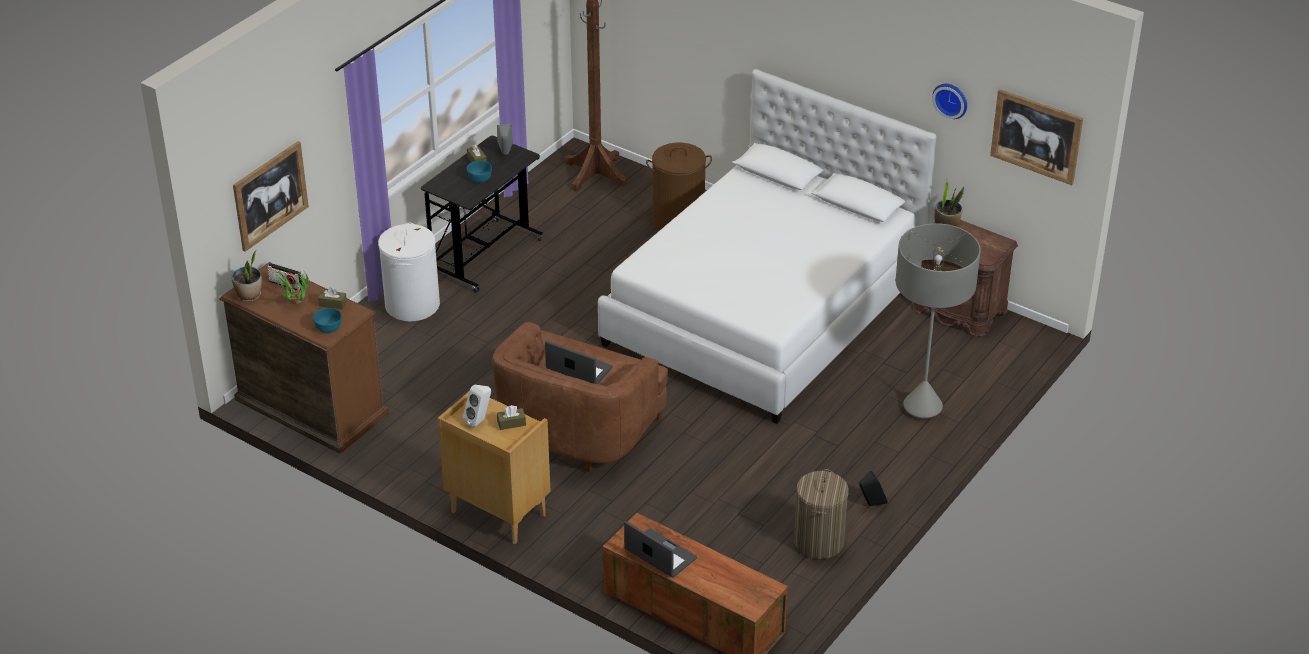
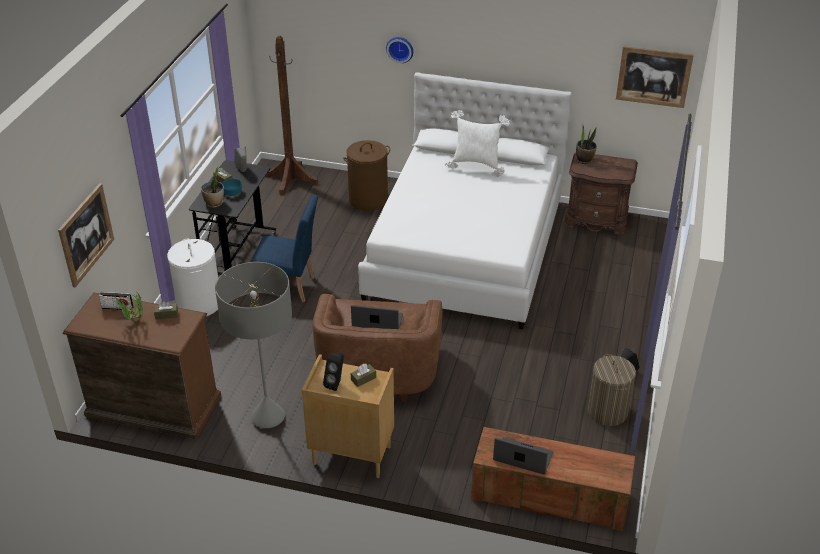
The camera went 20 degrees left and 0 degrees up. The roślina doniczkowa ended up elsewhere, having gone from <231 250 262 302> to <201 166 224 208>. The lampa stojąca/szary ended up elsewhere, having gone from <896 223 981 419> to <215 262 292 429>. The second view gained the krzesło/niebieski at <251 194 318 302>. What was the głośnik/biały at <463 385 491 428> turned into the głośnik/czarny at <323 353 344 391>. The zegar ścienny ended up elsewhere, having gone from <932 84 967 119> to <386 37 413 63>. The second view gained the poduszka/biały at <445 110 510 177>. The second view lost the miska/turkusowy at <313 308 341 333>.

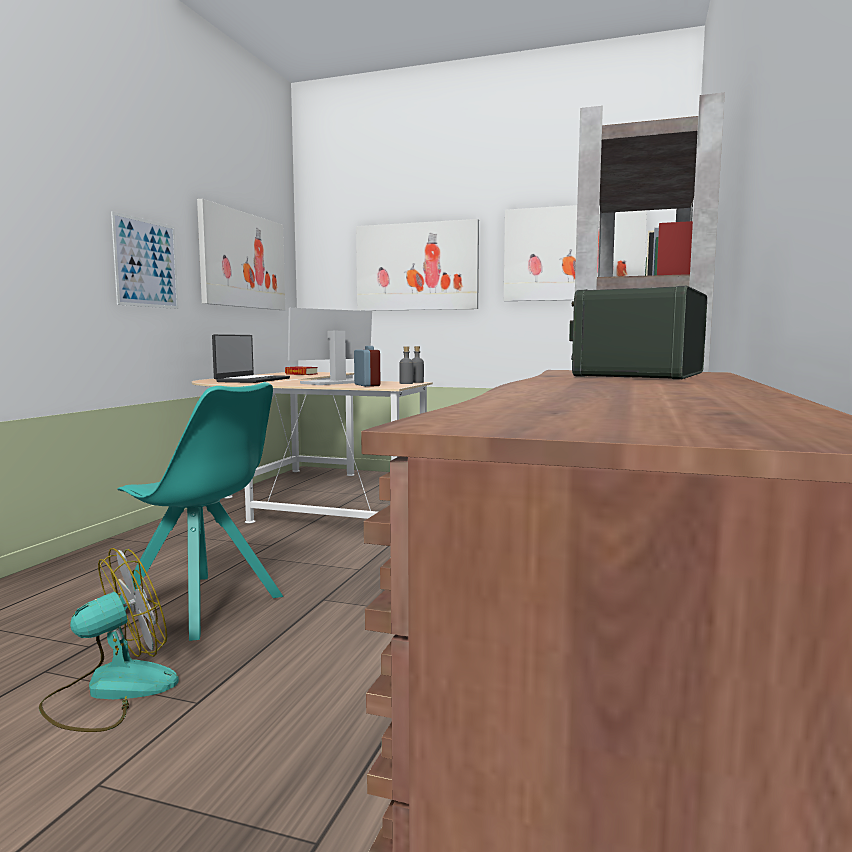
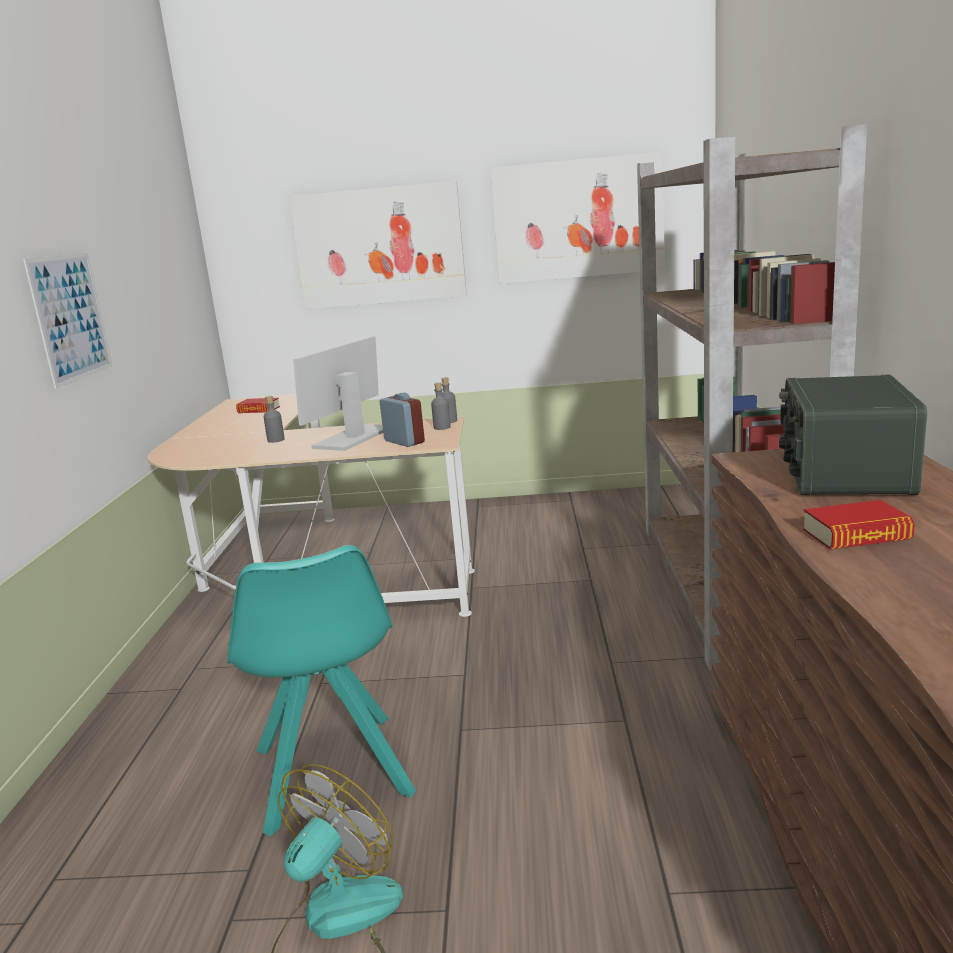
The camera went 15 degrees left and 10 degrees up. The krzesło/turkusowy at <117 382 284 641> ended up facing another way, 60 degrees clockwise from before. The second view gained the butelka/szary at <264 396 285 443>. The second view gained the książka at <803 500 915 549>. The second view lost the obraz at <197 199 285 310>. The second view lost the laptop at <212 334 290 383>.

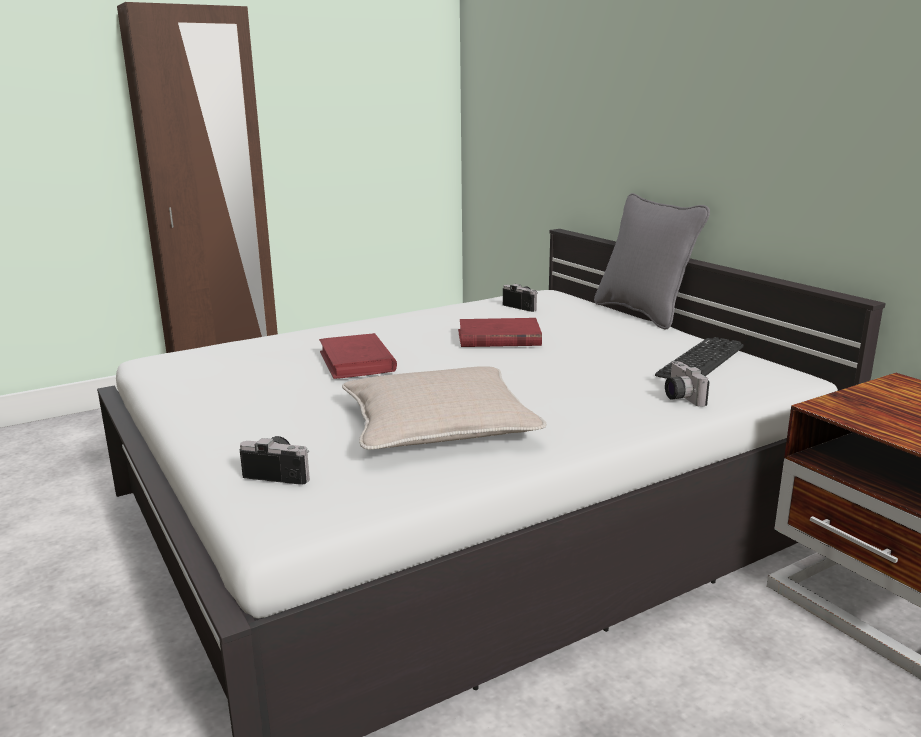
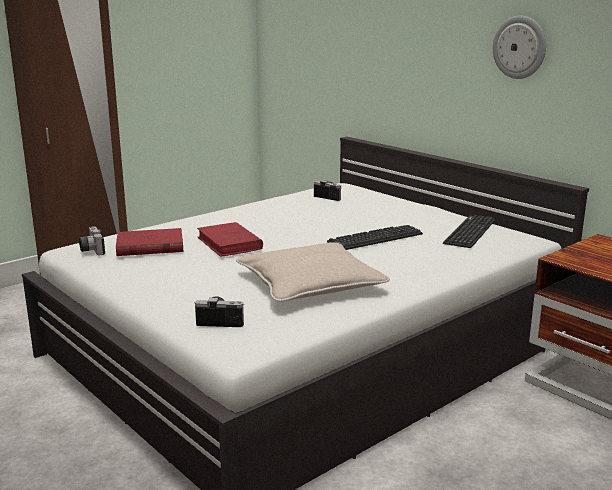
The camera went 10 degrees left and 0 degrees up. The aparat fotograficzny ended up elsewhere, having gone from <665 361 710 407> to <79 226 105 255>. The książka/czerwony ended up elsewhere, having gone from <458 318 542 347> to <116 228 183 256>. The second view gained the klawiatura at <327 225 423 250>. The second view gained the zegar ścienny at <493 16 546 79>. The second view lost the poduszka/szary at <594 193 710 329>.

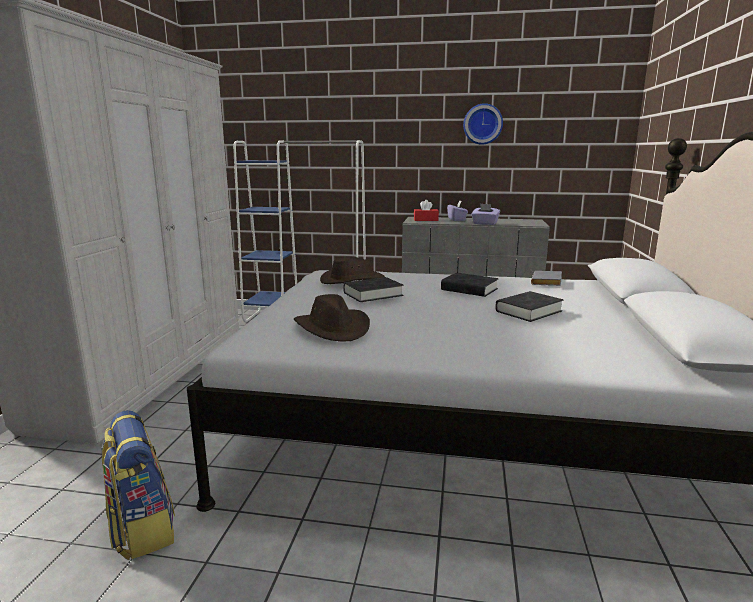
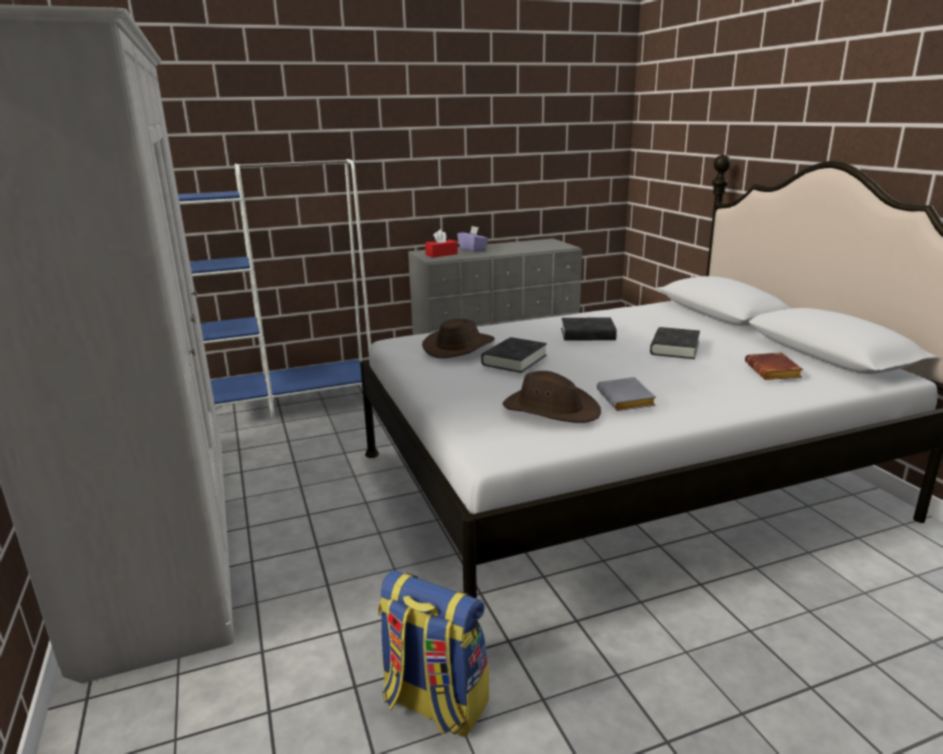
The camera went 30 degrees left and 5 degrees up. The książka/szary ended up elsewhere, having gone from <531 271 562 286> to <597 377 656 411>. The second view gained the książka/brązowy at <745 352 803 380>. The second view lost the zegar ścienny at <463 103 503 145>. The second view lost the pudełko chusteczek/fioletowy at <471 204 500 225>.

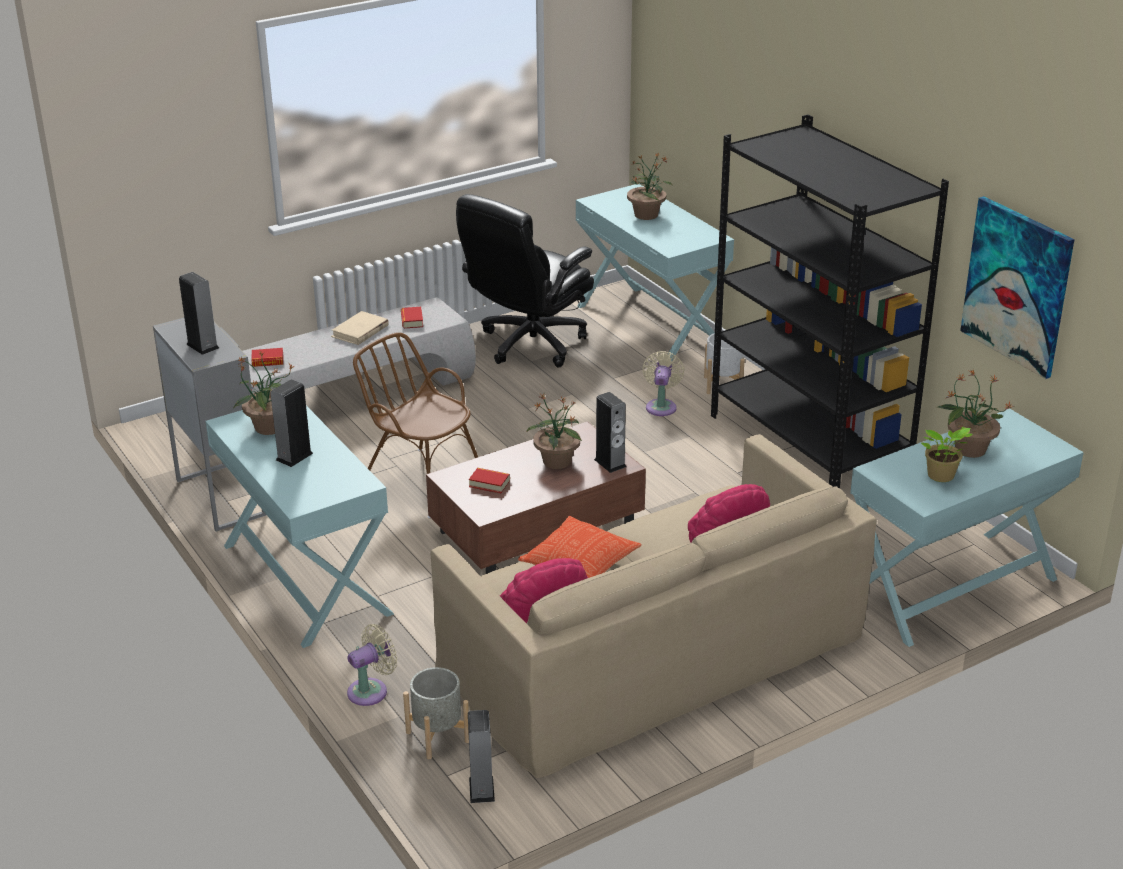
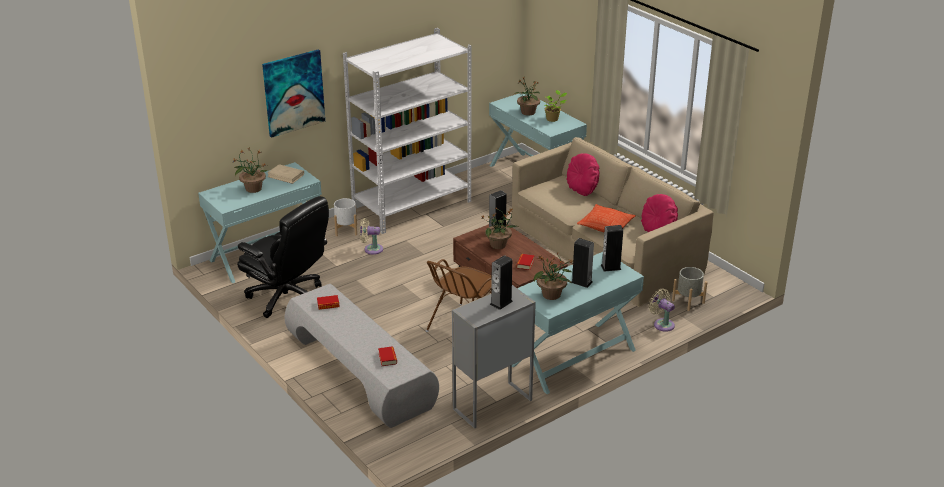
The camera went 95 degrees left and 0 degrees up. The obraz ended up elsewhere, having gone from <960 196 1074 379> to <262 49 325 138>. The książka/beżowy ended up elsewhere, having gone from <331 311 389 345> to <267 164 304 184>. What was the regał/czarny at <711 114 949 488> turned into the regał/biały at <343 28 471 234>. The głośnik ended up elsewhere, having gone from <468 710 495 803> to <601 225 623 272>.

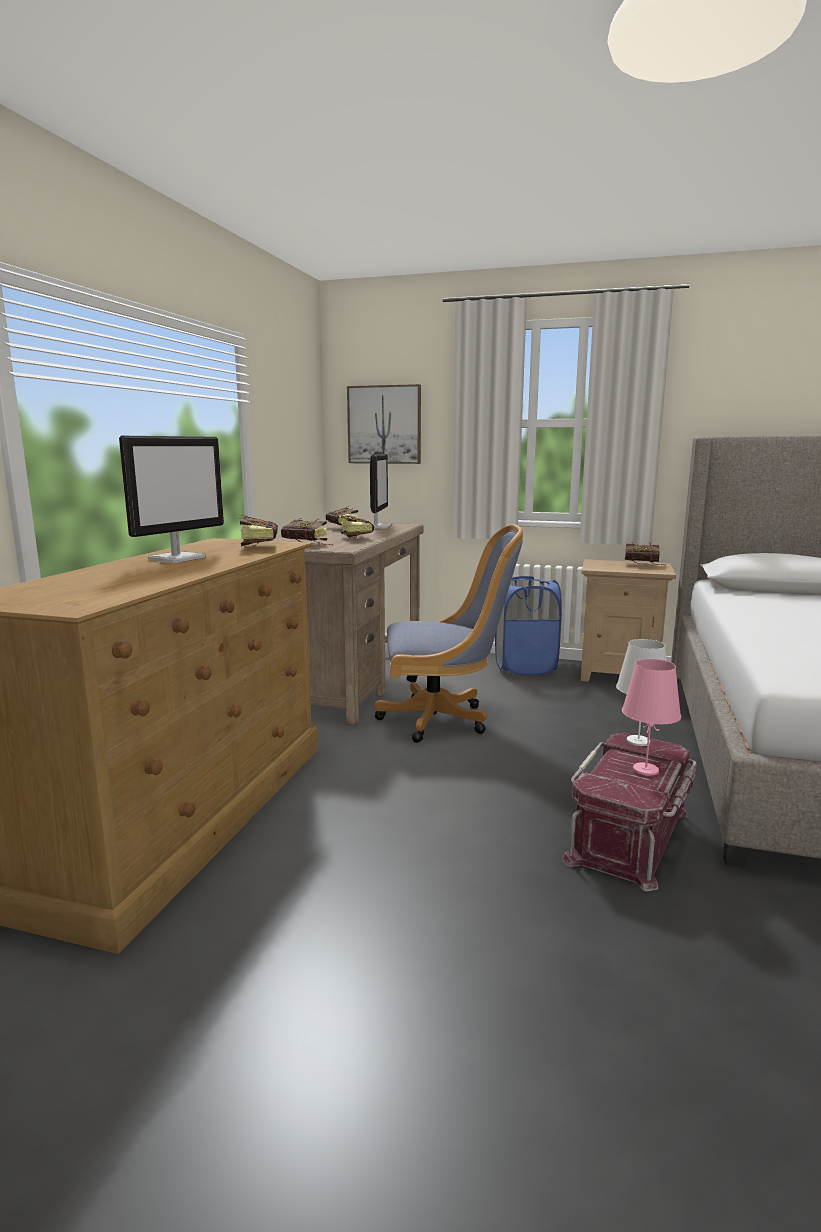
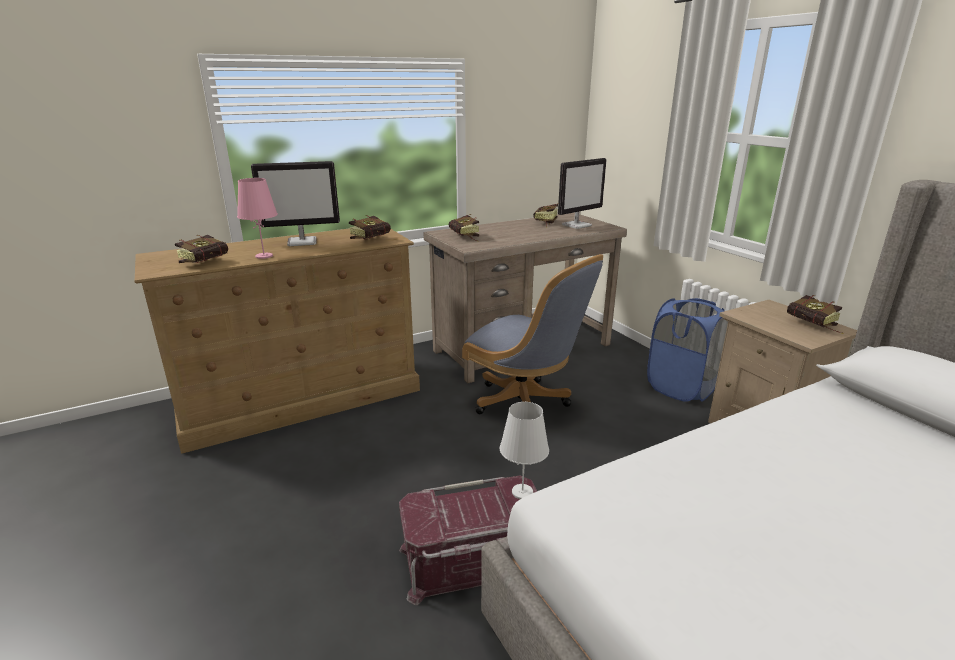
The camera went 45 degrees right and 10 degrees up. The książka ended up elsewhere, having gone from <341 514 374 538> to <175 235 228 263>. The lampa stołowa/różowy ended up elsewhere, having gone from <622 659 681 776> to <237 178 278 259>. The second view lost the obraz at <347 384 421 464>.

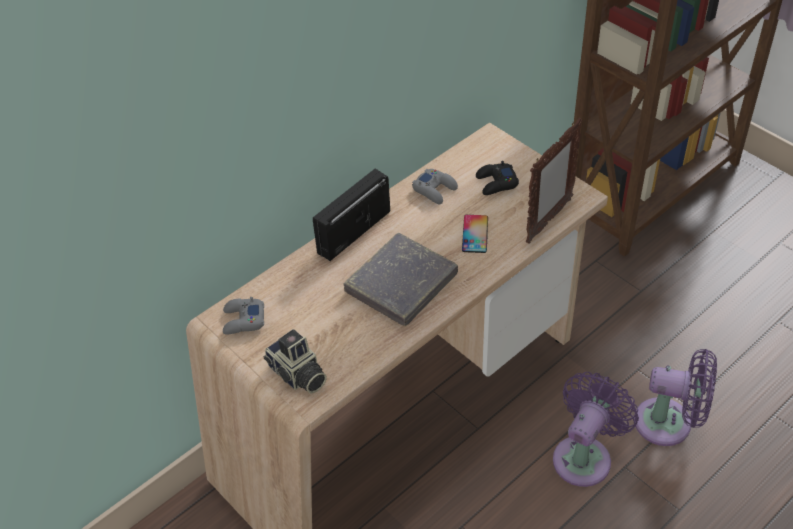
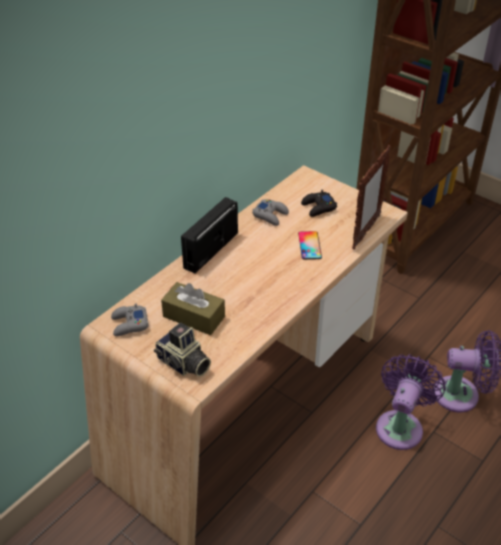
The camera went 10 degrees left and 5 degrees down. The second view gained the pudełko chusteczek/brązowy at <161 282 225 335>. The second view lost the książka/szary at <344 233 458 326>.

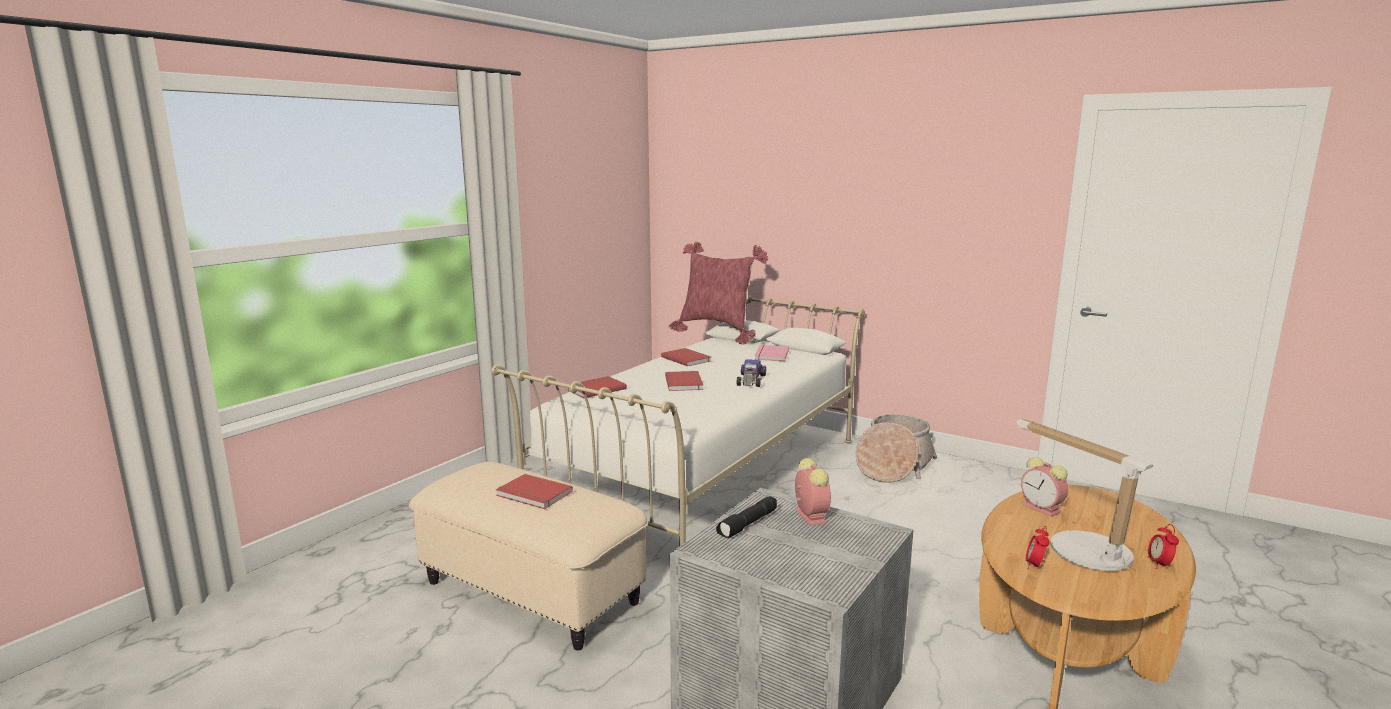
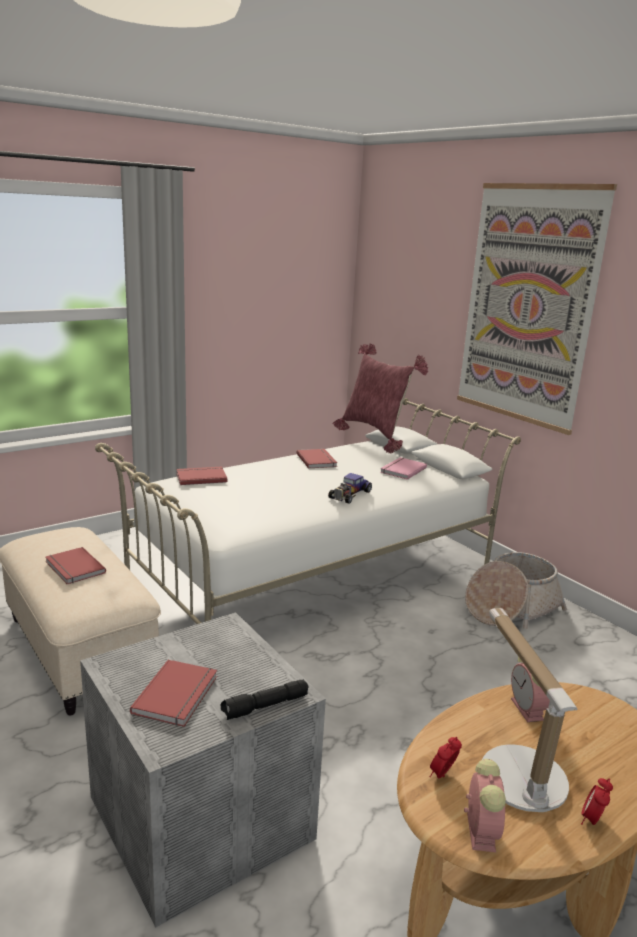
The camera went 20 degrees right and 5 degrees up. The książka/czerwony ended up elsewhere, having gone from <665 371 703 391> to <130 660 217 727>. The latarka/czarny ended up elsewhere, having gone from <716 496 777 538> to <221 679 308 720>. The second view gained the obraz at <457 183 617 435>. The budzik ended up elsewhere, having gone from <795 458 831 525> to <464 759 506 852>.

